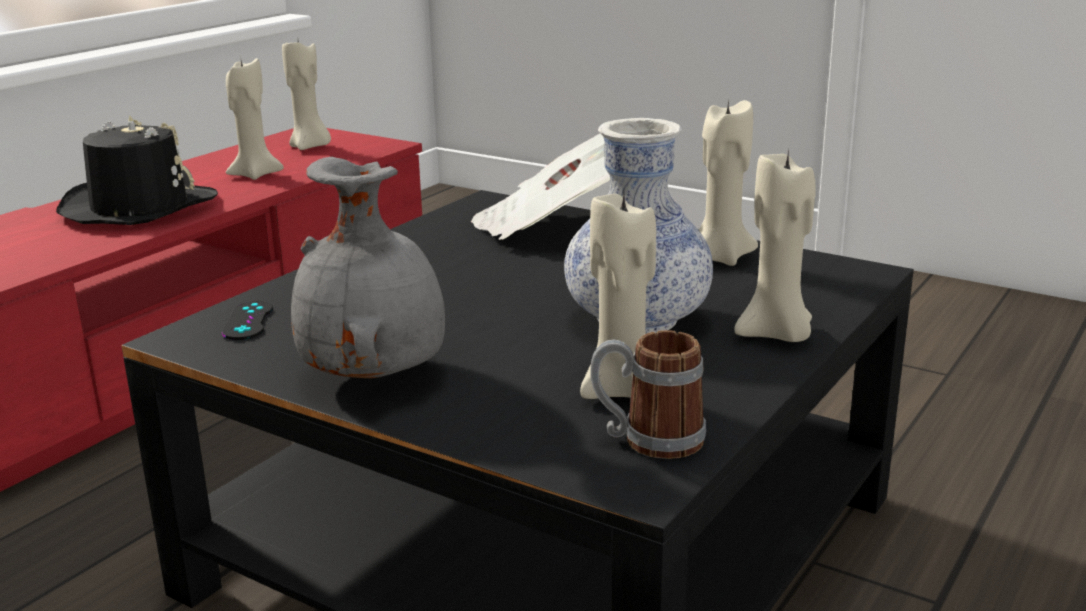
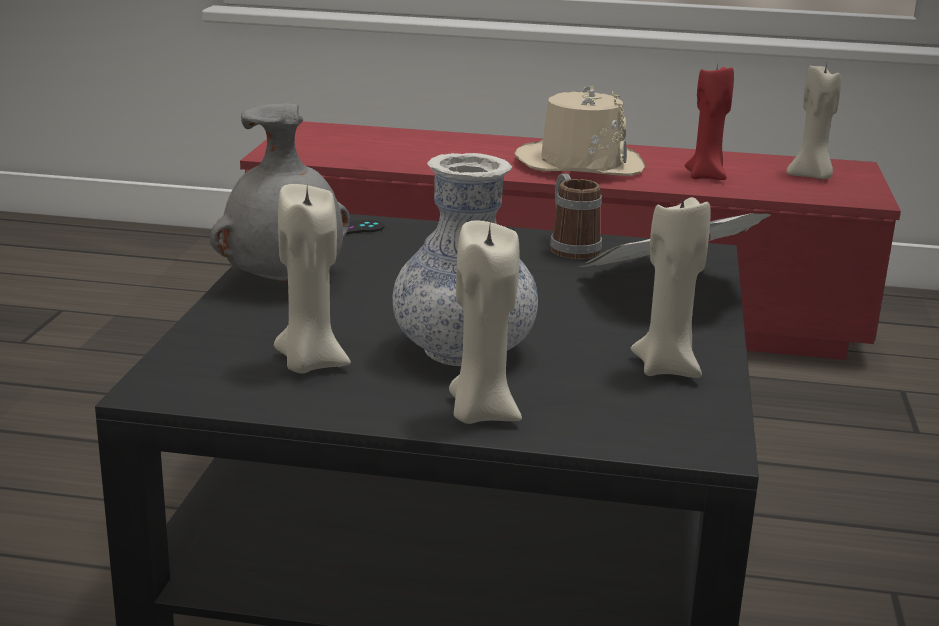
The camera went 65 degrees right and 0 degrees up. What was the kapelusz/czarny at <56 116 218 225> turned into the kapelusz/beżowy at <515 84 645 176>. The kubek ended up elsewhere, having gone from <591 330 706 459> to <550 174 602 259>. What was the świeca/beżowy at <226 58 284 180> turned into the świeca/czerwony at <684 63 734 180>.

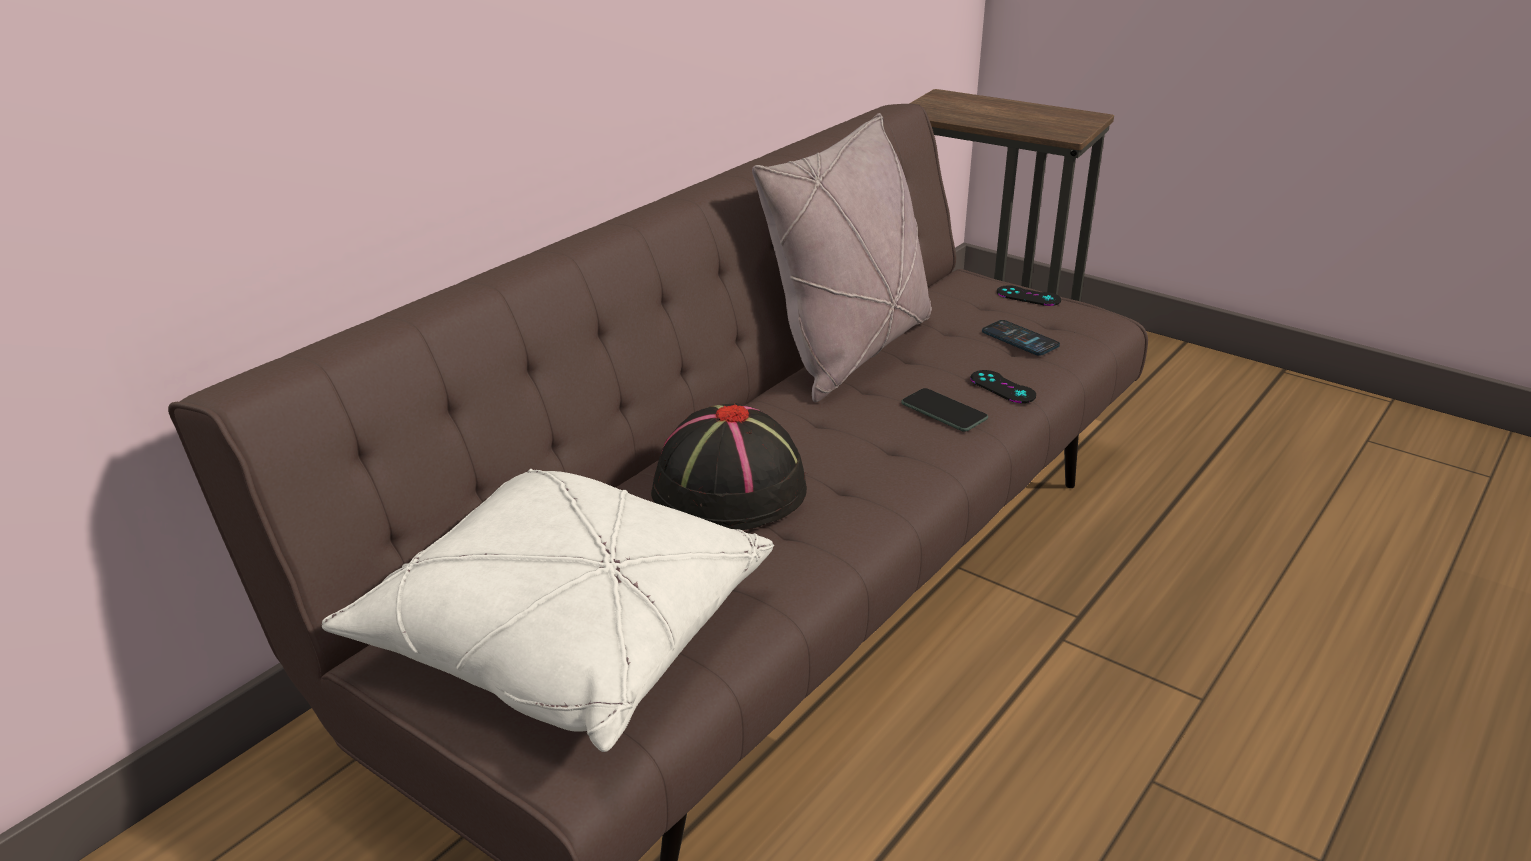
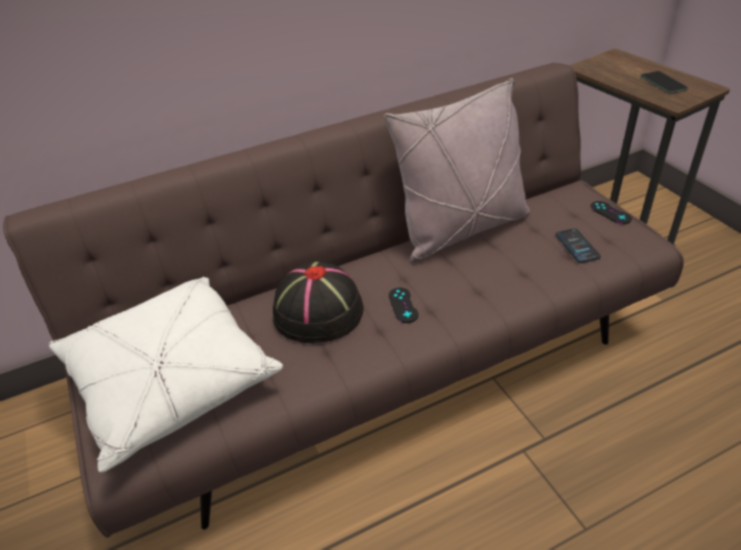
The camera went 30 degrees right and 10 degrees up. The pad do gier/czarny ended up elsewhere, having gone from <970 370 1036 403> to <388 287 419 323>. The telefon ended up elsewhere, having gone from <901 388 988 432> to <641 71 688 94>.

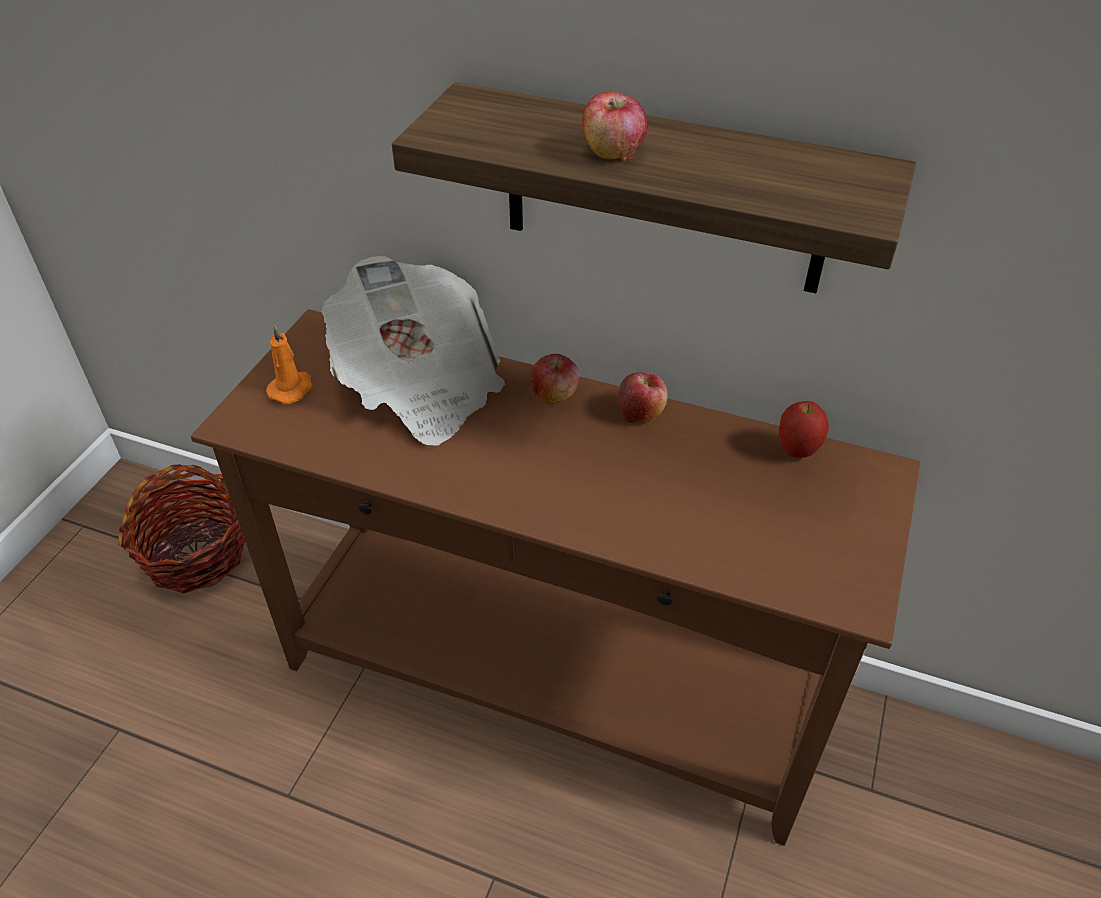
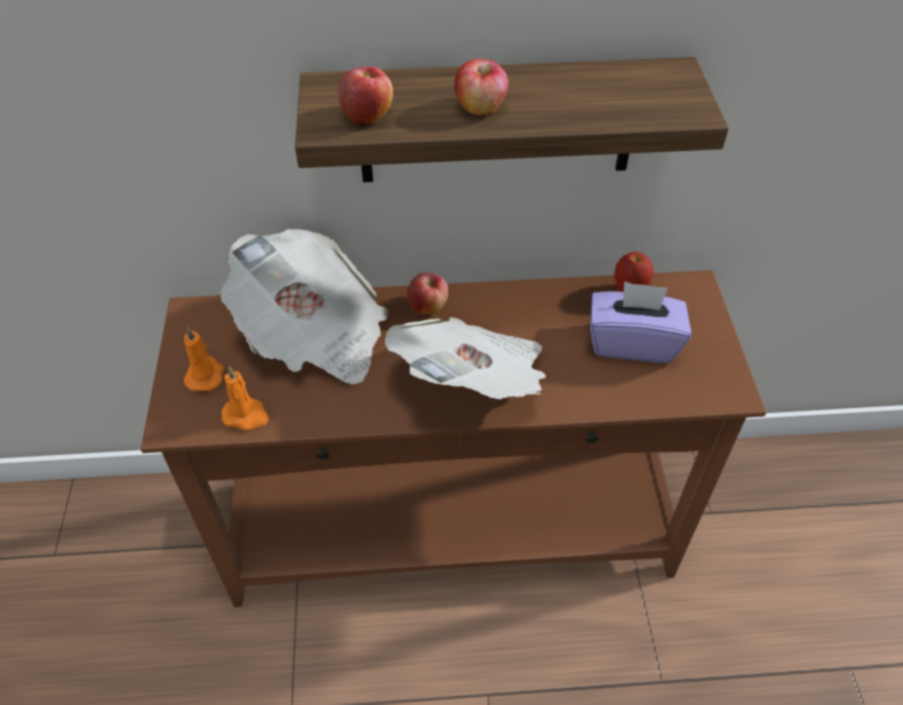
The camera went 25 degrees left and 5 degrees up. The second view gained the świeca/pomarańczowy at <221 366 269 430>. The jabłko ended up elsewhere, having gone from <617 372 668 423> to <338 67 393 126>. The second view gained the gazeta at <385 317 546 399>. The second view gained the pudełko chusteczek/fioletowy at <590 281 691 363>. The second view lost the koszyk at <119 464 245 594>.

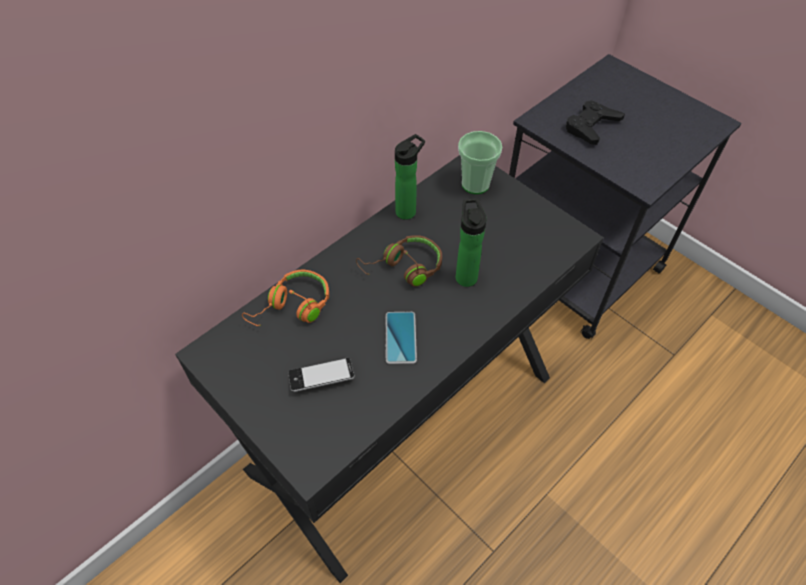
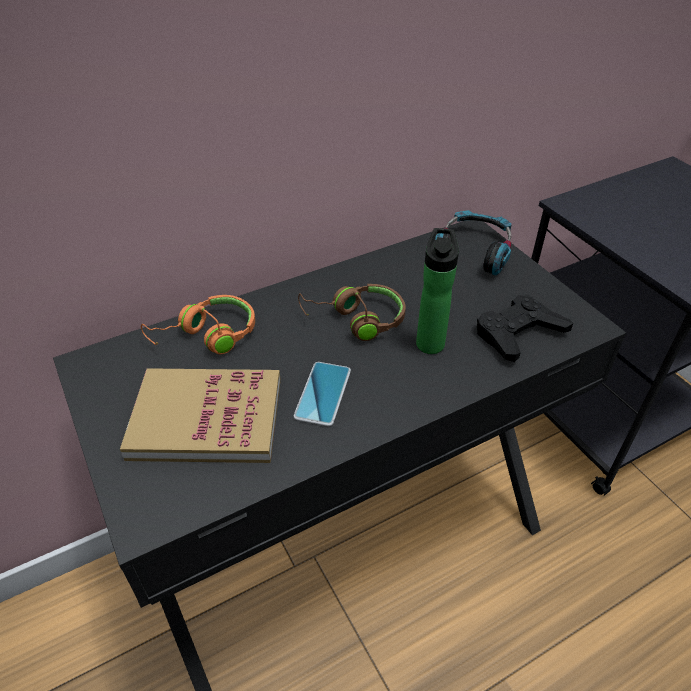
The camera went 15 degrees right and 10 degrees down. Where the telefon stood at <288 358 355 392>, the książka came to stand at <120 368 280 463>. Where the filiżanka stood at <458 131 502 194>, the słuchawki came to stand at <435 210 512 276>. The pad do gier/czarny ended up elsewhere, having gone from <566 100 625 145> to <477 294 573 362>. The second view lost the butelka at <395 134 425 220>.

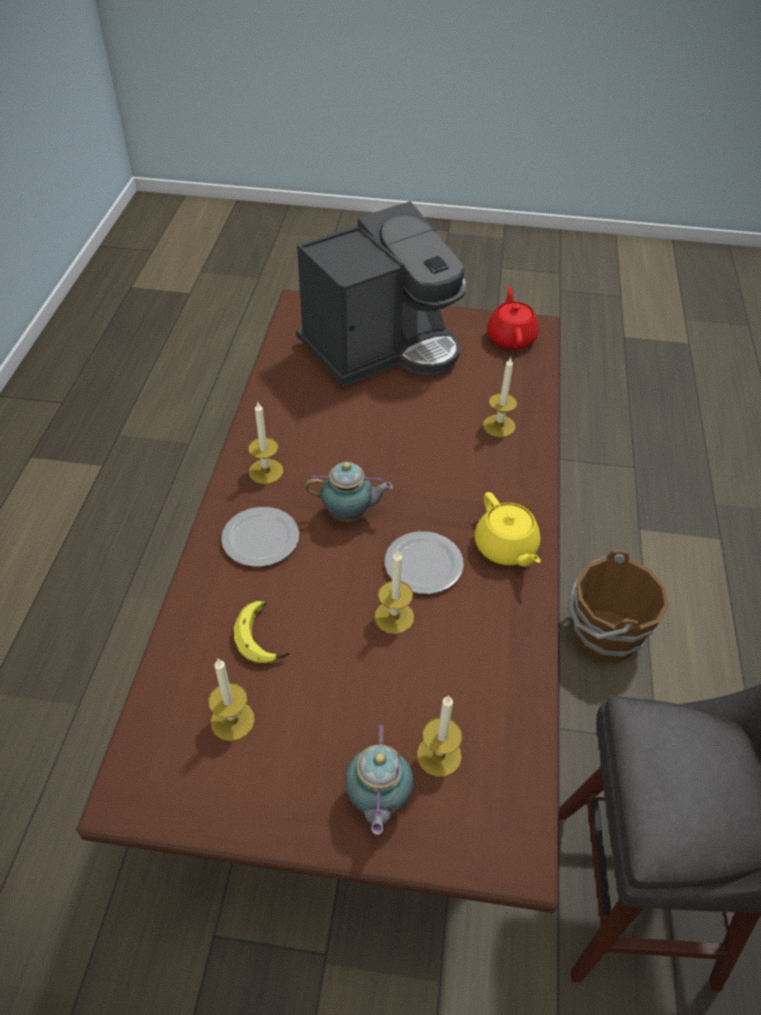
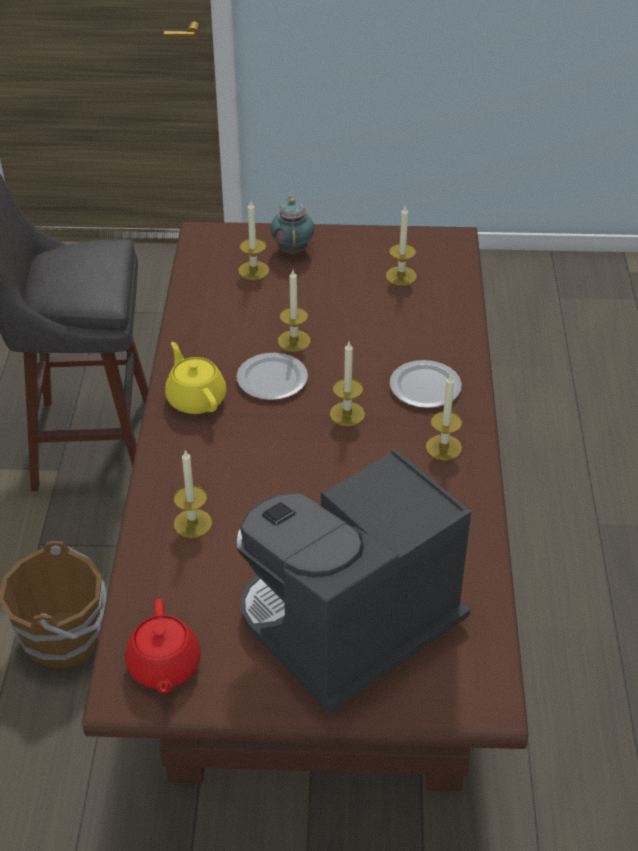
The camera went 175 degrees right and 5 degrees down. Where the imbryk stood at <305 462 393 522>, the świeca came to stand at <330 342 365 426>. The second view lost the banan at <234 601 290 663>.

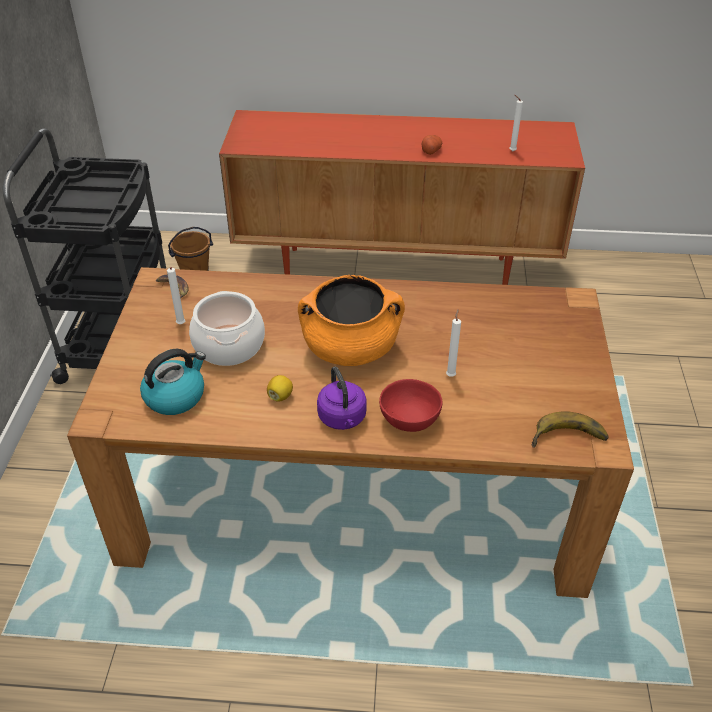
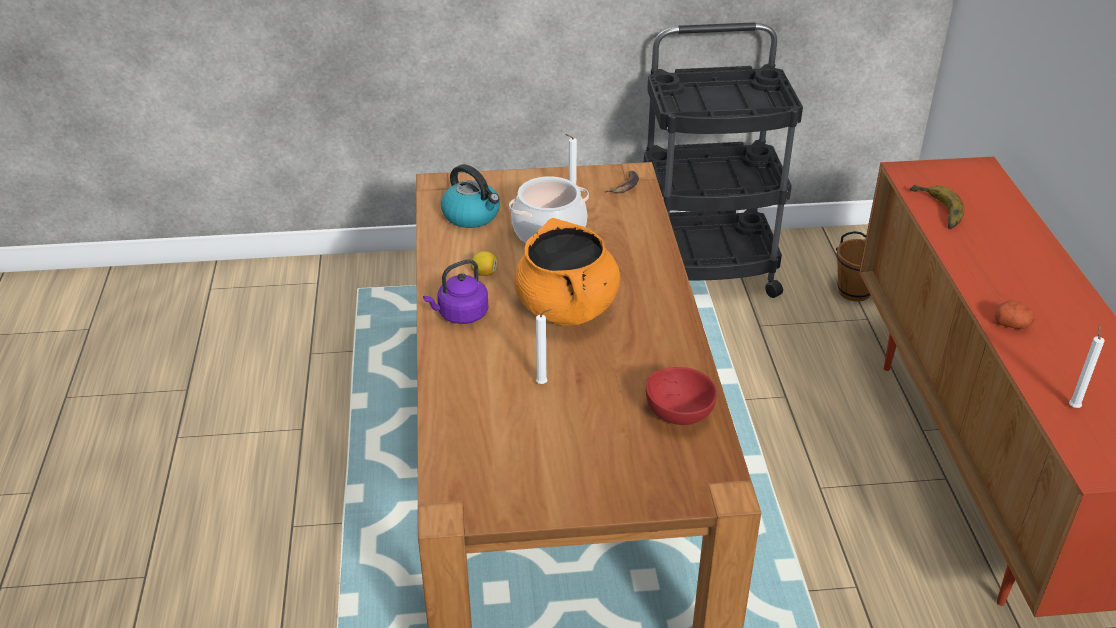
The camera went 80 degrees right and 5 degrees down. The miska/czerwony ended up elsewhere, having gone from <379 379 442 432> to <646 367 717 425>. The banan ended up elsewhere, having gone from <531 412 609 448> to <910 184 964 229>.

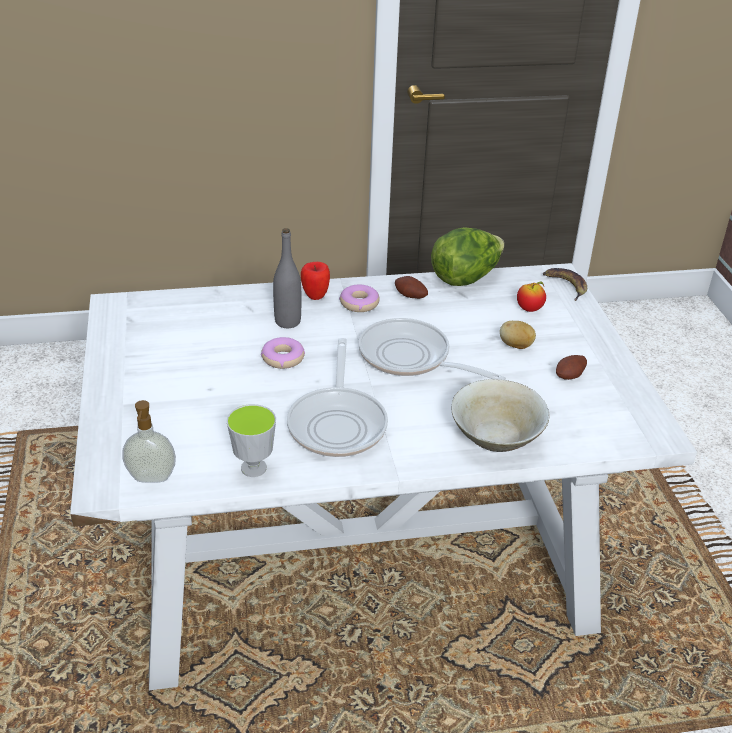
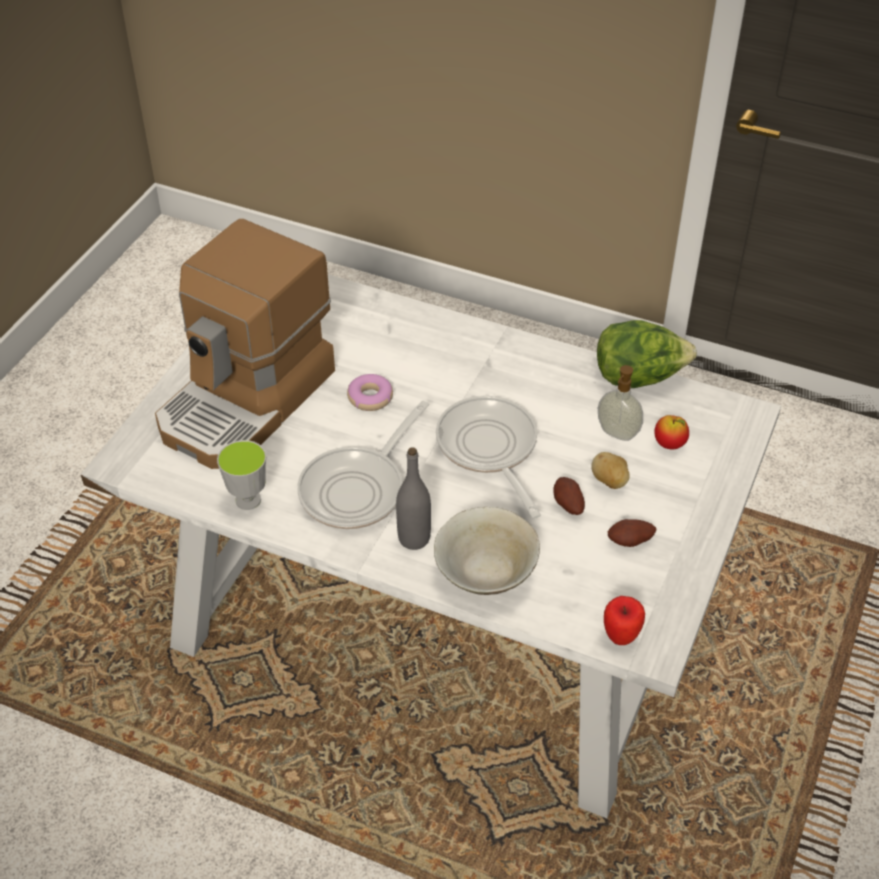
The camera went 35 degrees right and 10 degrees up. The second view gained the ekspres do kawy at <155 219 335 469>. The butelka/szary ended up elsewhere, having gone from <273 228 301 328> to <396 448 431 550>. The ziemniak ended up elsewhere, having gone from <395 276 428 299> to <553 477 585 515>. The dozownik mydła ended up elsewhere, having gone from <123 400 176 483> to <598 365 643 441>. The jabłko ended up elsewhere, having gone from <301 262 330 300> to <604 596 645 645>. The second view lost the donut at <339 285 380 312>. The second view lost the banan at <543 268 587 301>.

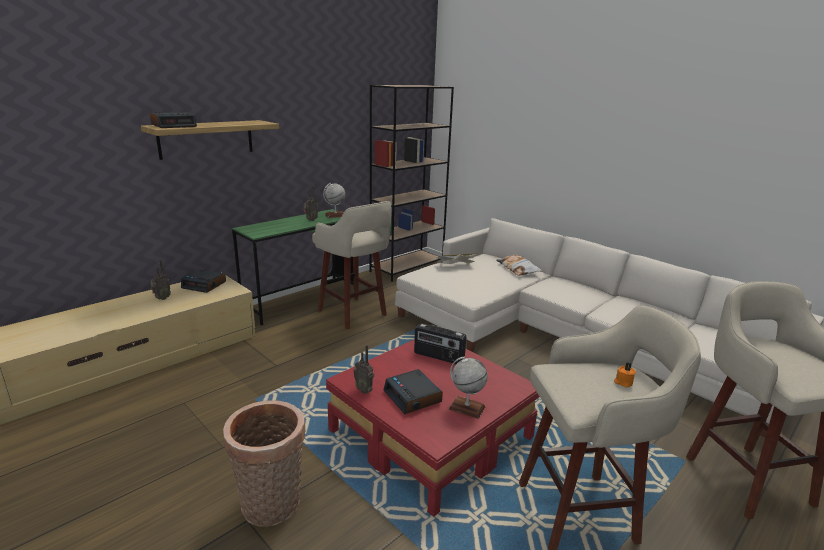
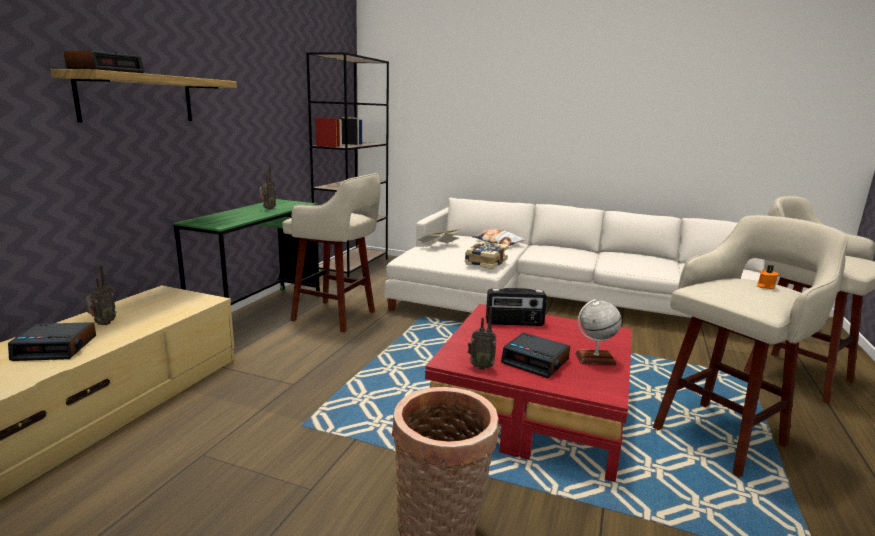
The camera went 25 degrees left and 5 degrees down. The budzik ended up elsewhere, having gone from <181 269 226 293> to <8 322 96 361>. The second view gained the książka at <465 241 509 269>. The second view lost the globus at <323 183 345 218>.

